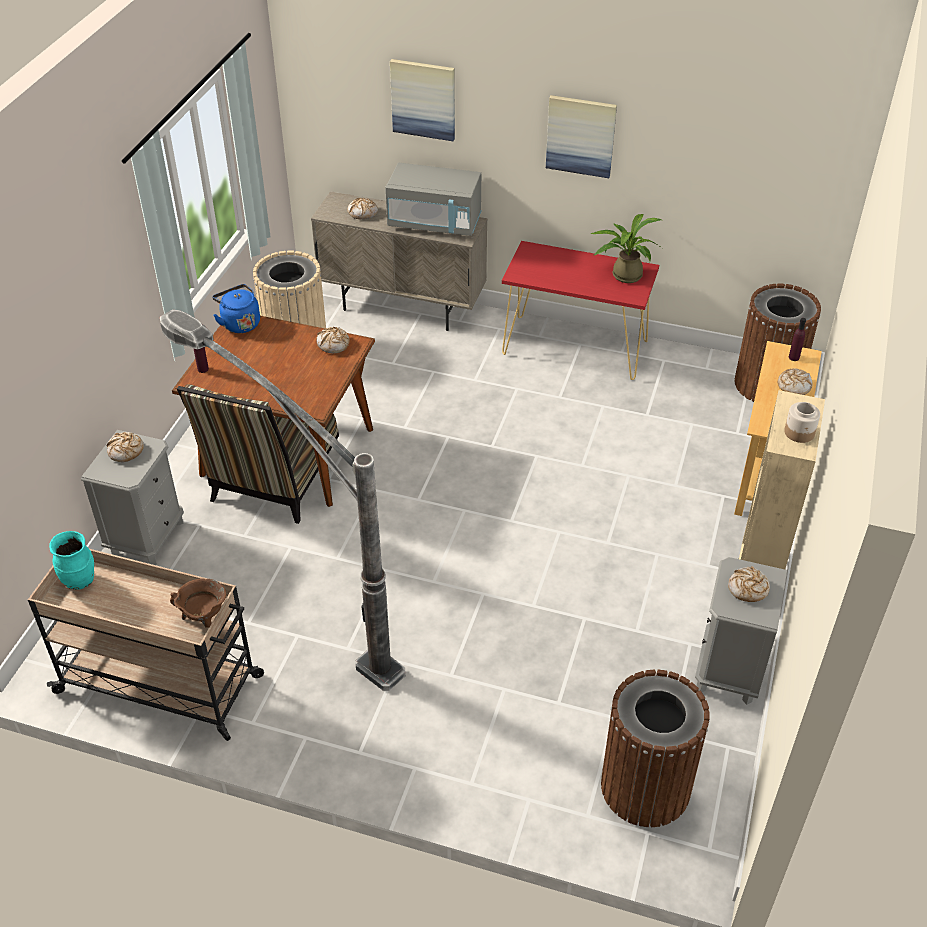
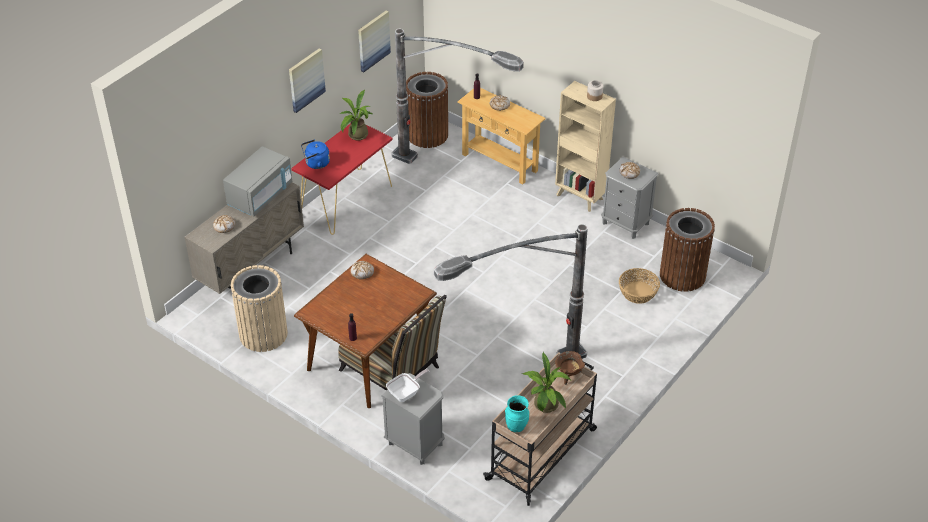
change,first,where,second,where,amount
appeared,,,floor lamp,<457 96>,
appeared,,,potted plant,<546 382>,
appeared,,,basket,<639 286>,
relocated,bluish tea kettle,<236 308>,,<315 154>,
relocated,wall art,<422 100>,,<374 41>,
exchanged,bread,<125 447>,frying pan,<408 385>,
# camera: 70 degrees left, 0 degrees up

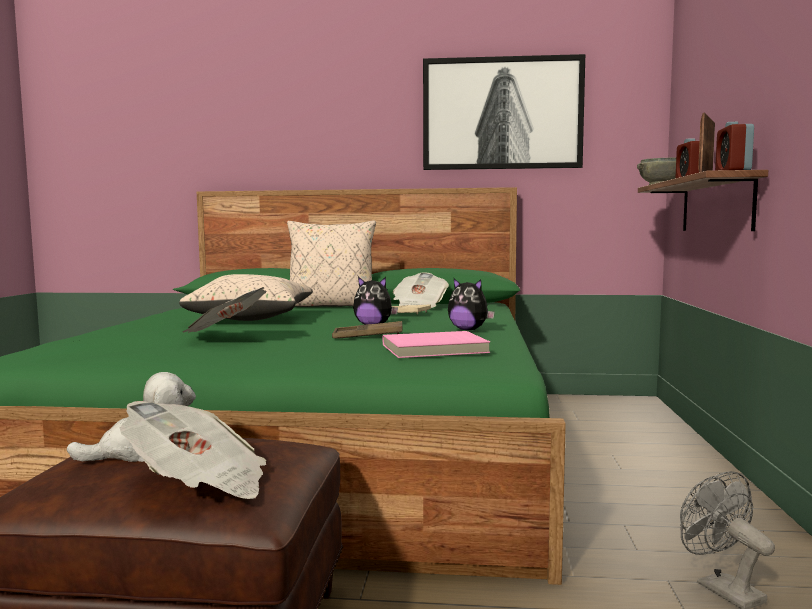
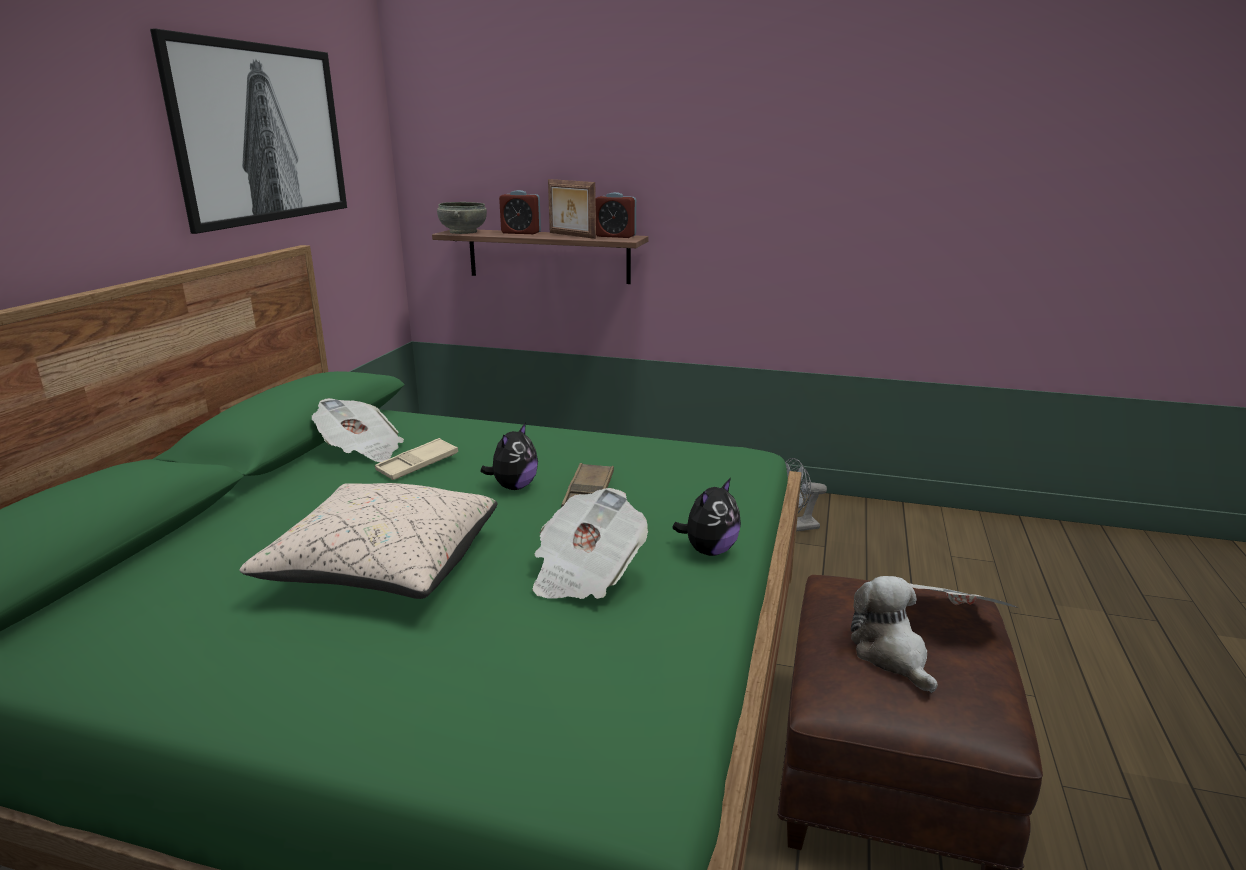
change,first,where,second,where,amount
missing,sand-coloured throw pillow,<331 264>,,,
missing,pink book,<436 344>,,,
relocated,soft toy,<471 305>,,<706 517>,
# camera: 80 degrees left, 15 degrees up

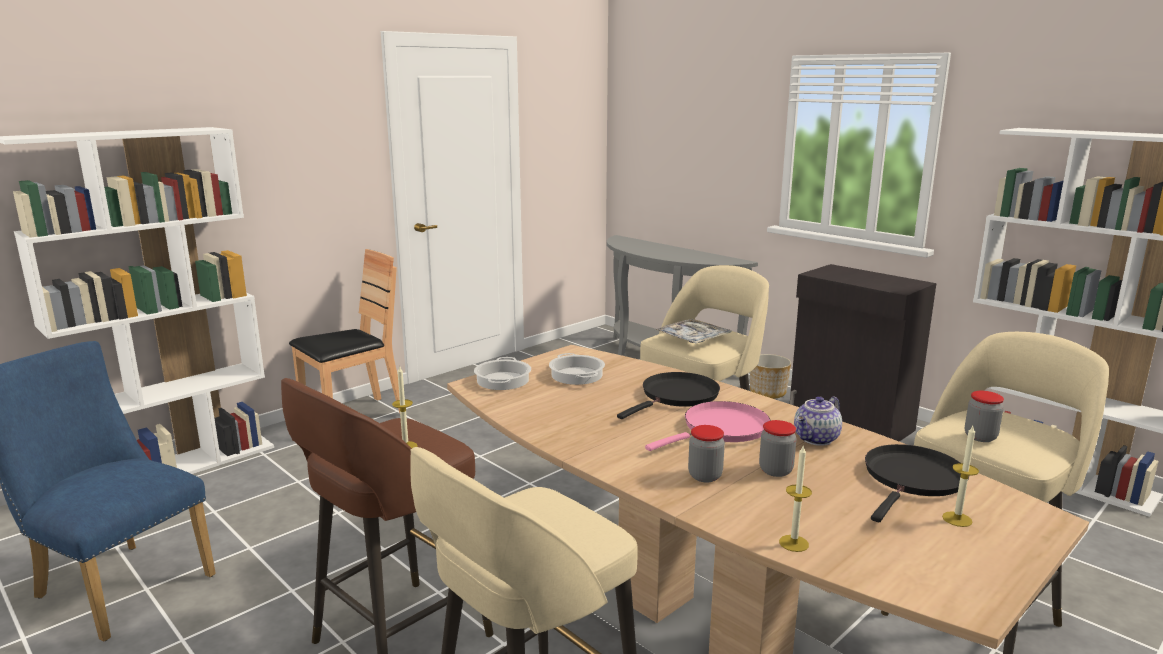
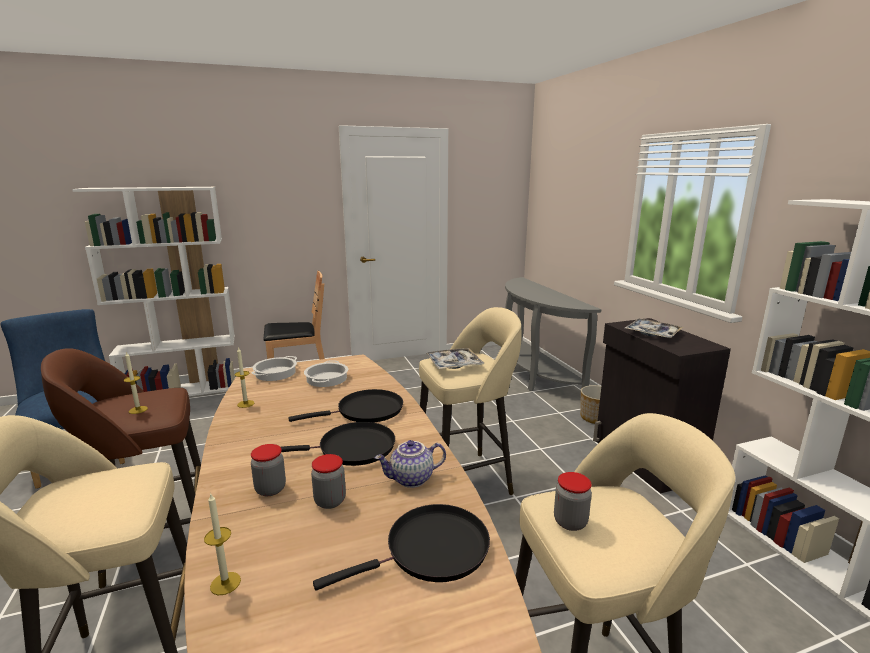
change,first,where,second,where,amount
appeared,,,serving tray,<654 328>,
relocated,wax light,<960 476>,,<244 377>,
colour,pink frying pan,<708 426>,blackish frying pan,<338 444>,
# camera: 25 degrees right, 0 degrees up

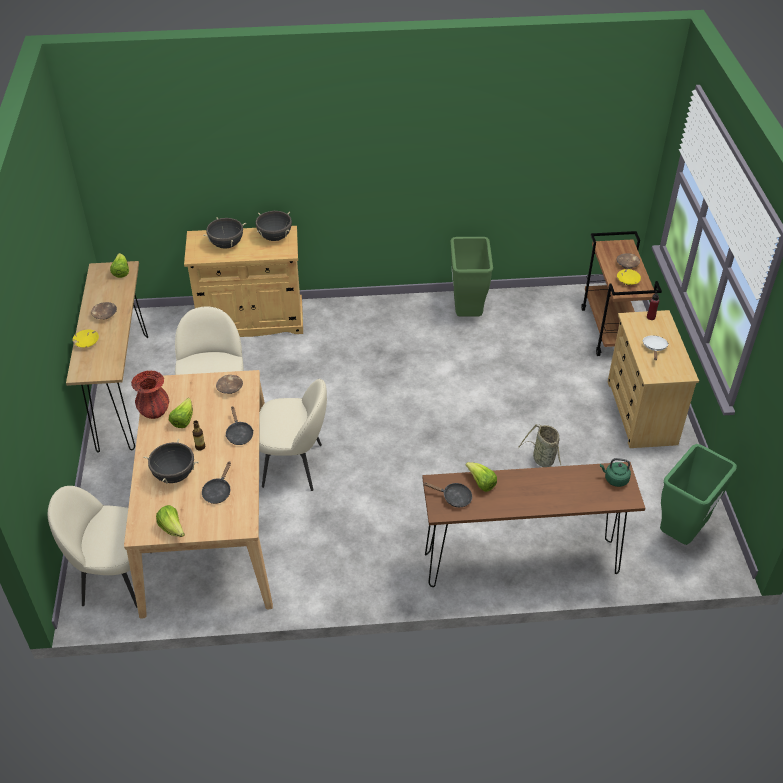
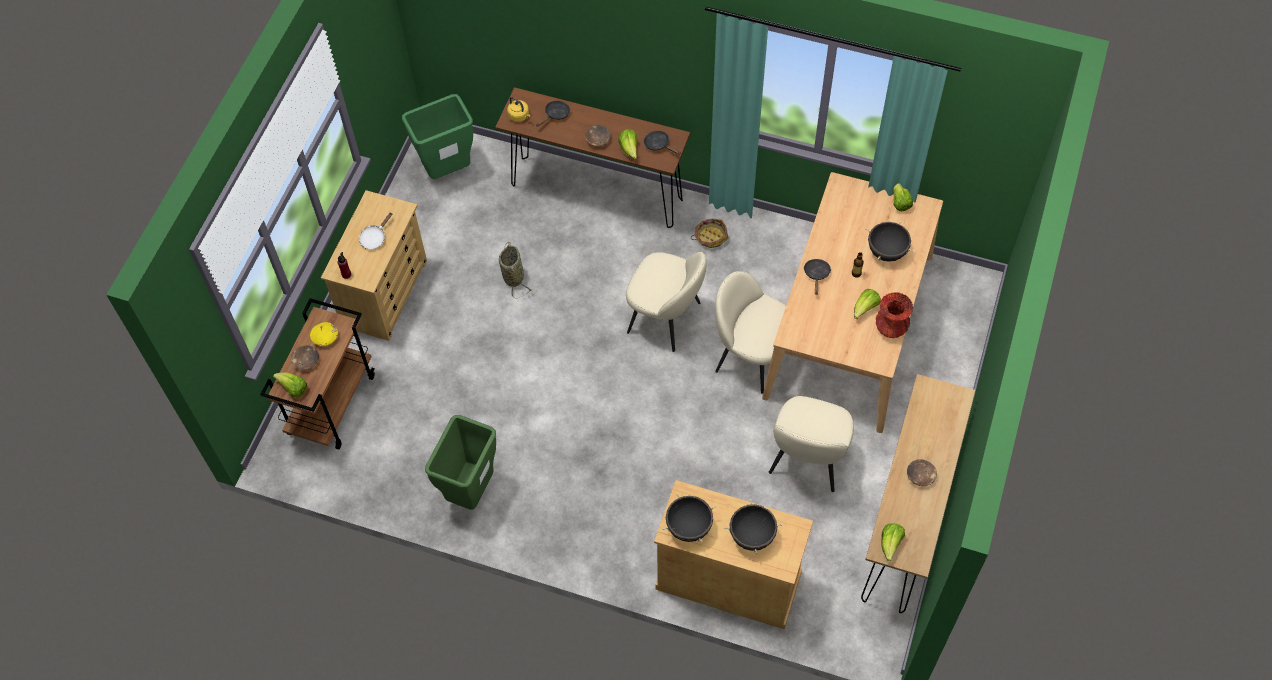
change,first,where,second,where,amount
missing,yellow-coloured bowl,<85 338>,,,
appeared,,,lettuce,<290 384>,
appeared,,,basket,<709 233>,
relocated,sand-coloured chair,<92 547>,,<666 302>,
relocated,blackish frying pan,<216 482>,,<553 114>,
relocated,brownish bowl,<229 384>,,<598 135>,
colour,green-coloured tea kettle,<615 472>,yellow-coloured tea kettle,<518 109>,
# camera: 155 degrees left, 15 degrees up

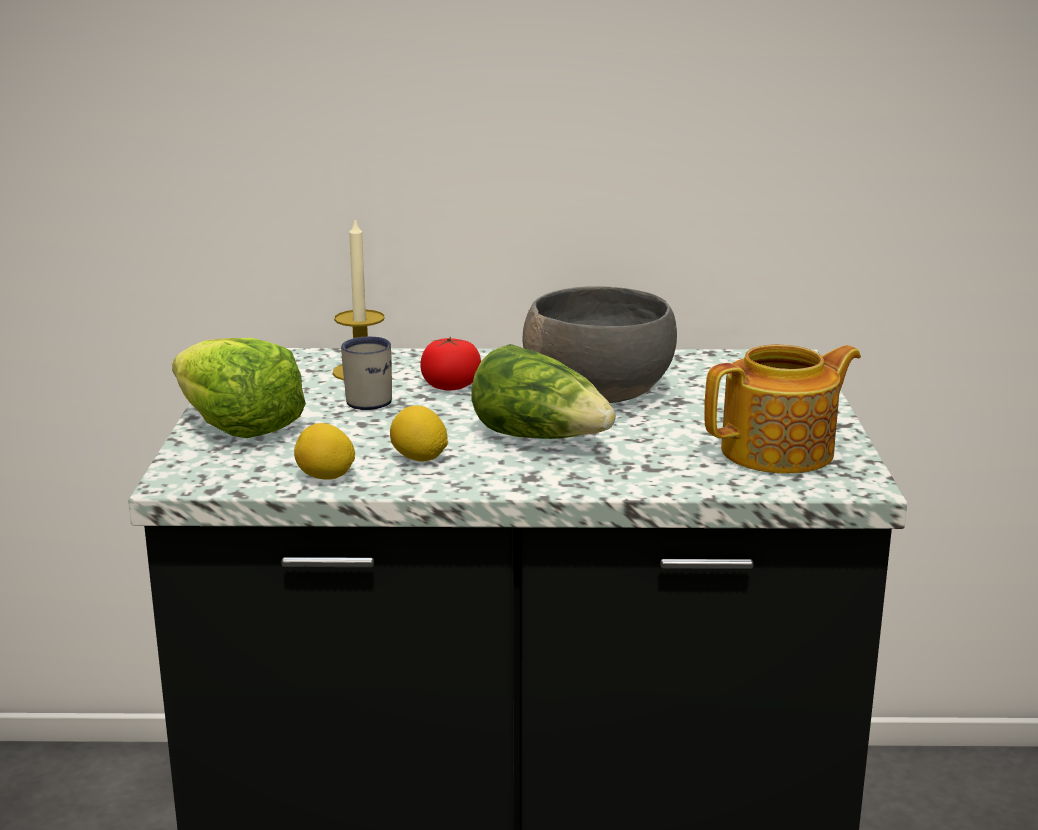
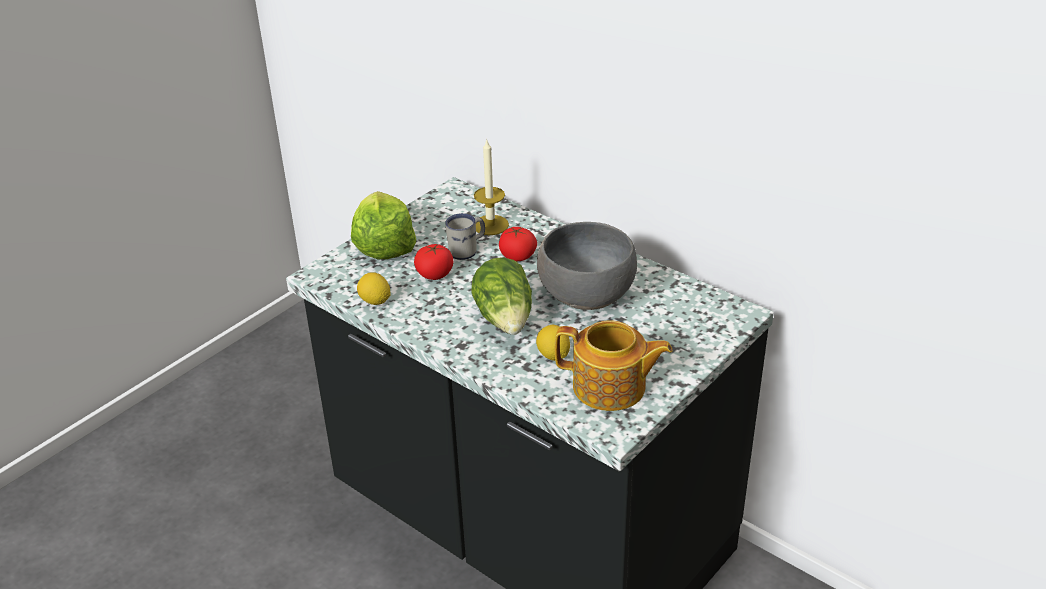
change,first,where,second,where,amount
appeared,,,tomato,<433 261>,
relocated,citrus fruit,<419 433>,,<553 343>,
# camera: 40 degrees right, 15 degrees up

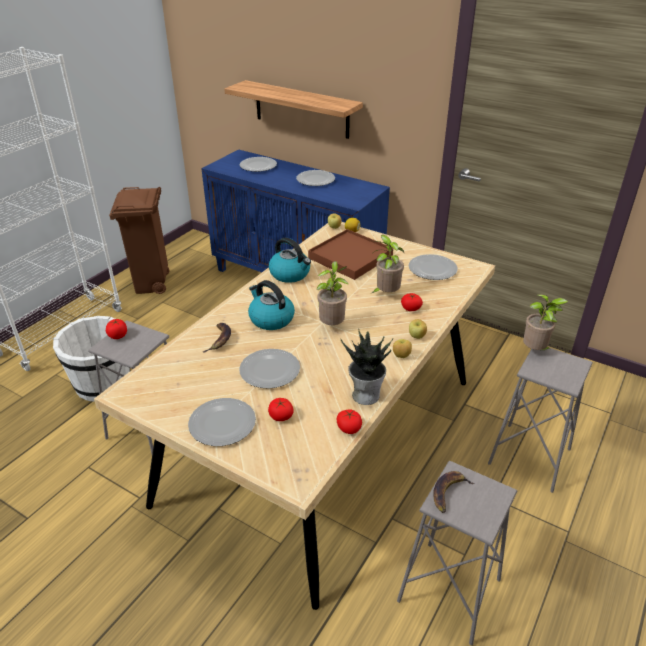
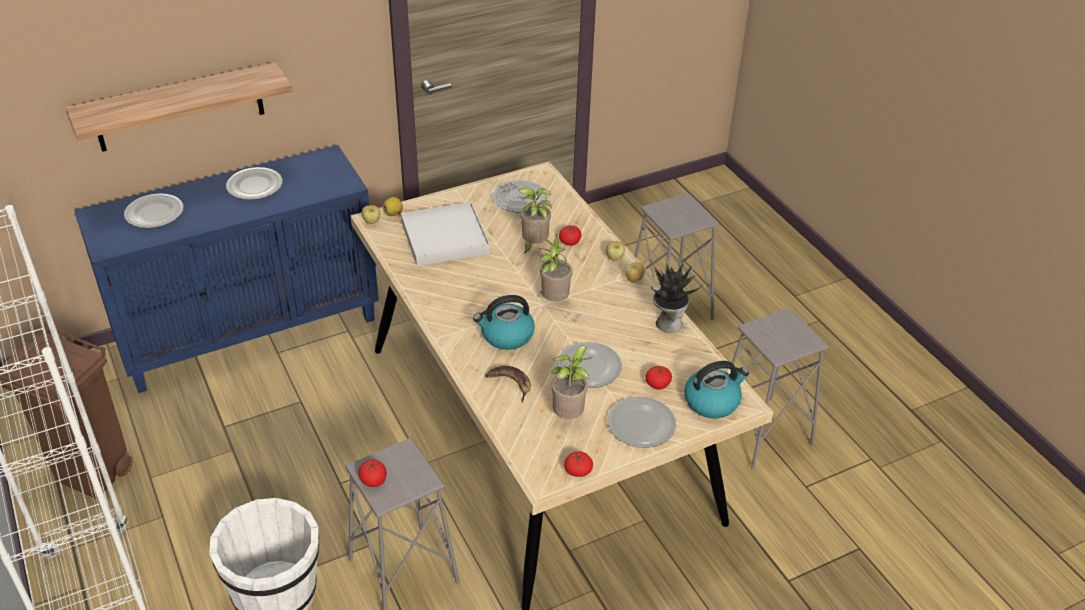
change,first,where,second,where,amount
missing,banana fruit,<453 492>,,,
relocated,tea kettle,<290 260>,,<716 390>,
relocated,tomato,<349 421>,,<578 464>,
relocated,potted plant,<545 322>,,<571 382>,
colour,brownish serving tray,<350 254>,white serving tray,<445 234>,
# camera: 60 degrees left, 5 degrees up

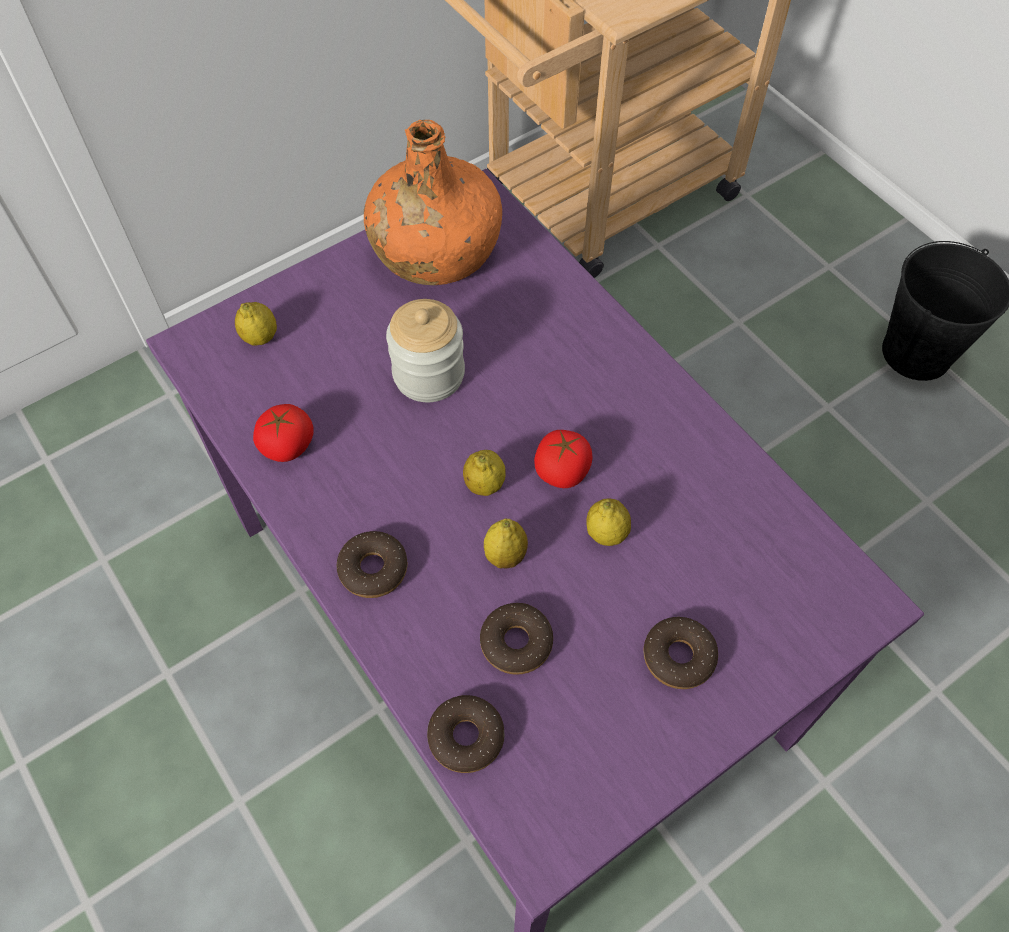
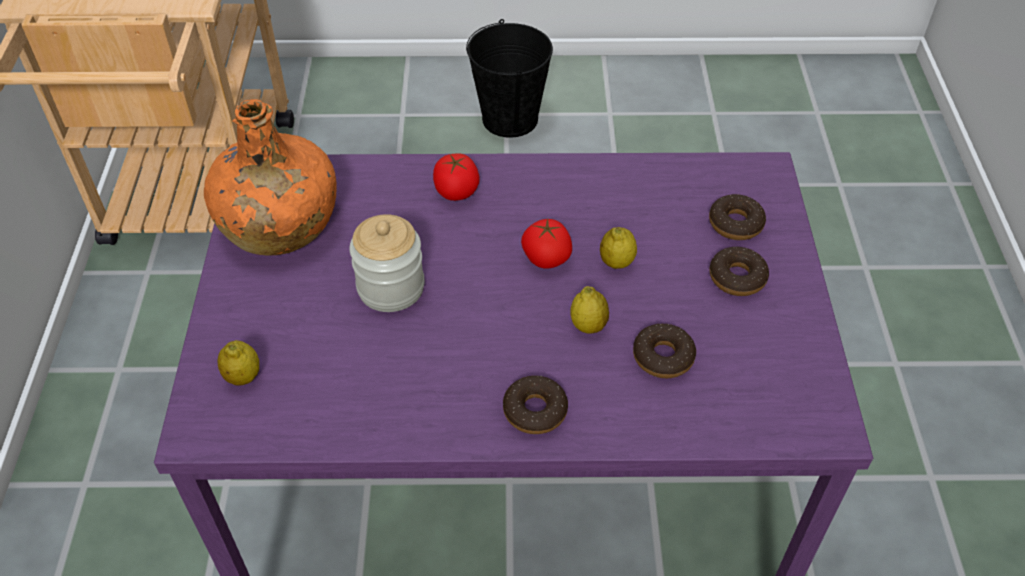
change,first,where,second,where,amount
missing,citrus fruit,<484 473>,,,
relocated,tomato,<283 433>,,<456 177>,
relocated,doughnut,<465 734>,,<737 217>,
# camera: 55 degrees left, 10 degrees down

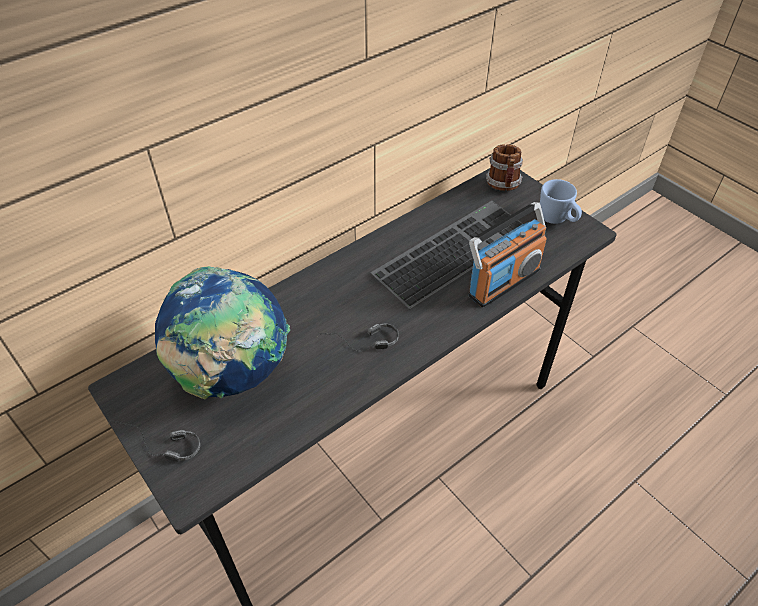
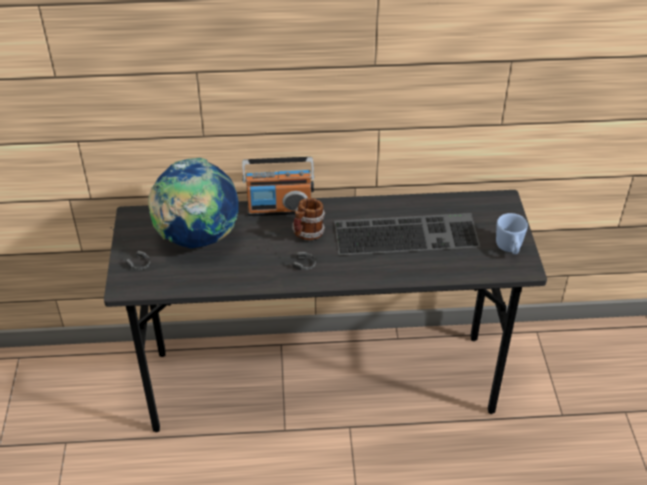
change,first,where,second,where,amount
relocated,radio,<507 254>,,<278 186>,
relocated,mug,<504 167>,,<308 219>,
# camera: 35 degrees right, 5 degrees down

